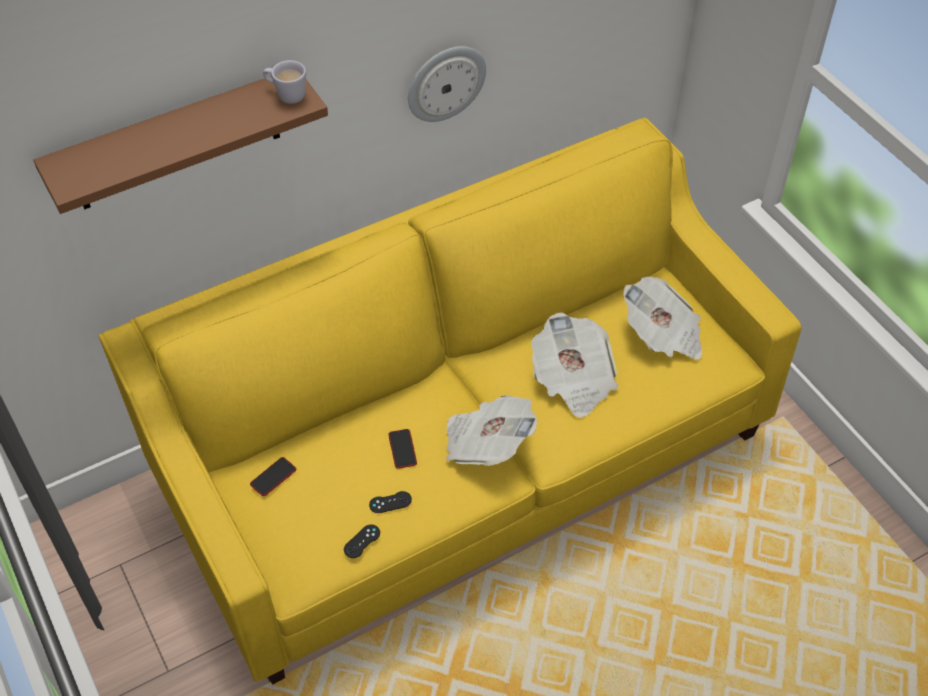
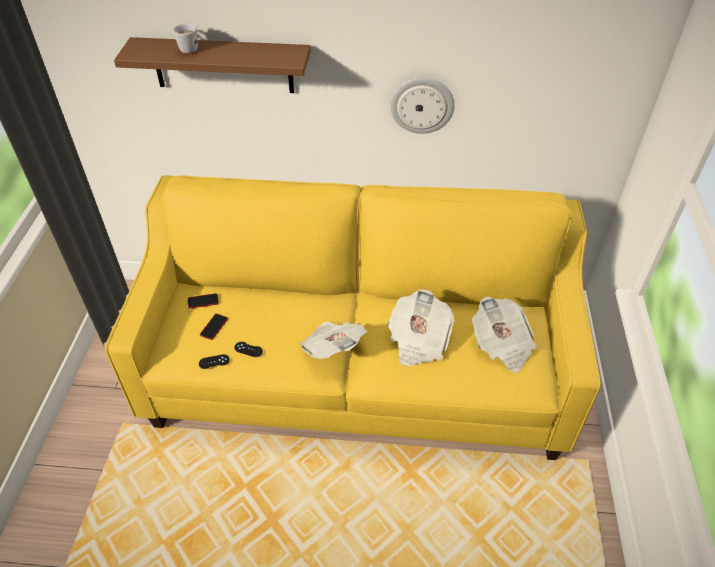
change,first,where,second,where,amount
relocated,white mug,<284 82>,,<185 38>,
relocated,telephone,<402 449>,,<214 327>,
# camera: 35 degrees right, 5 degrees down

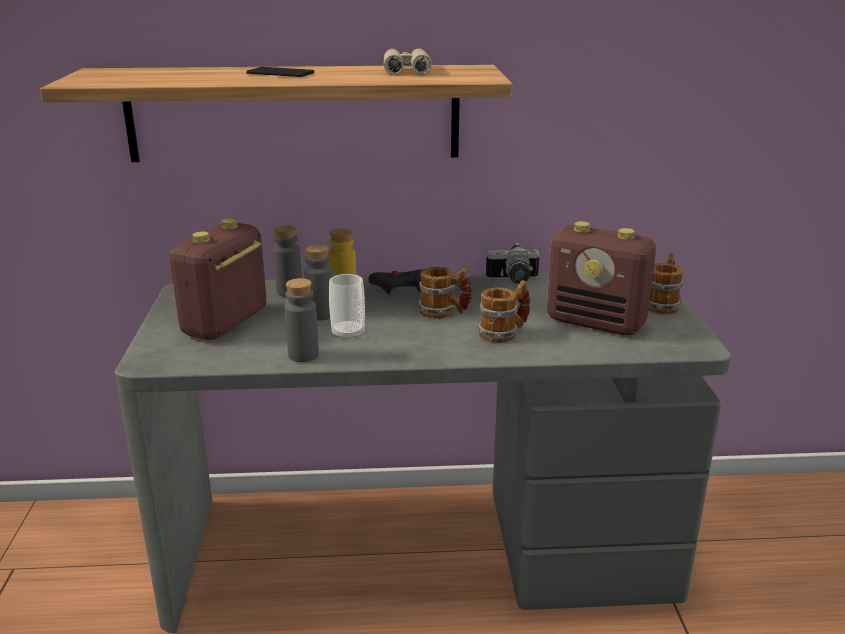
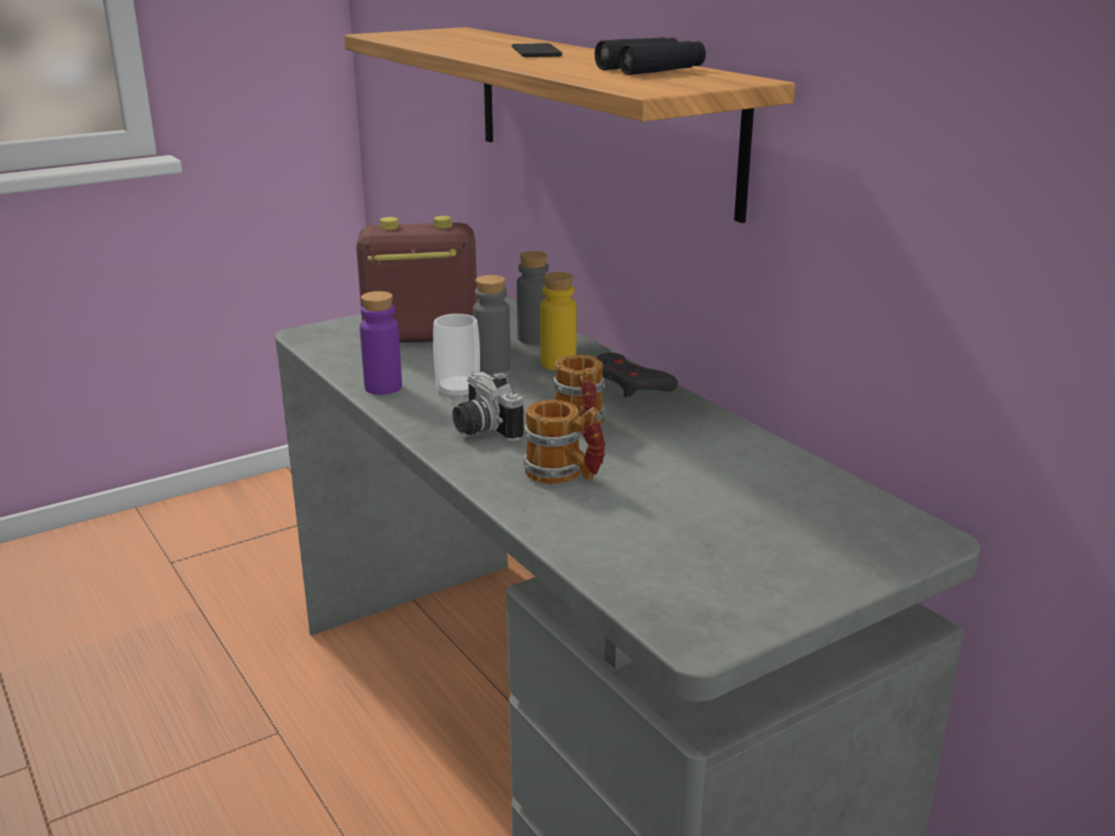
change,first,where,second,where,amount
missing,radio,<601 278>,,,
missing,mug,<665 283>,,,
relocated,photo camera,<513 263>,,<488 406>,
colour,gray bottle,<302 320>,purple bottle,<381 343>,
colour,sand-coloured field glasses,<408 61>,blackish field glasses,<650 56>,
# camera: 60 degrees right, 0 degrees up

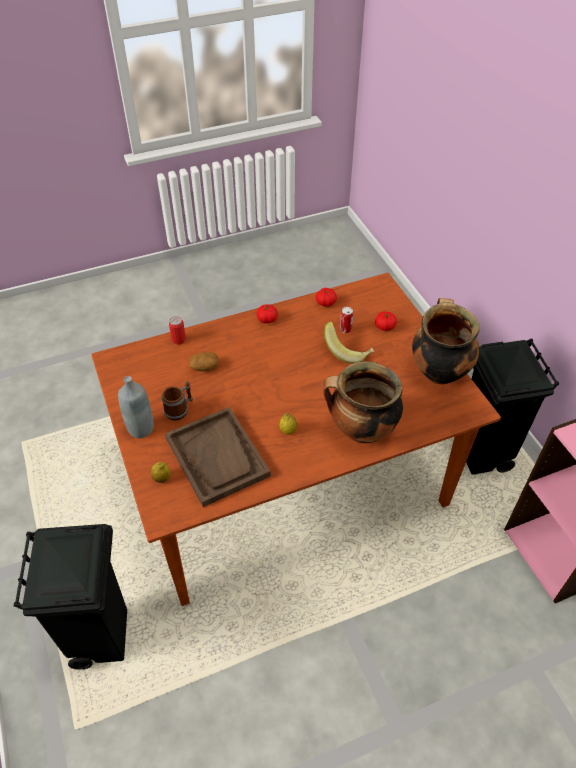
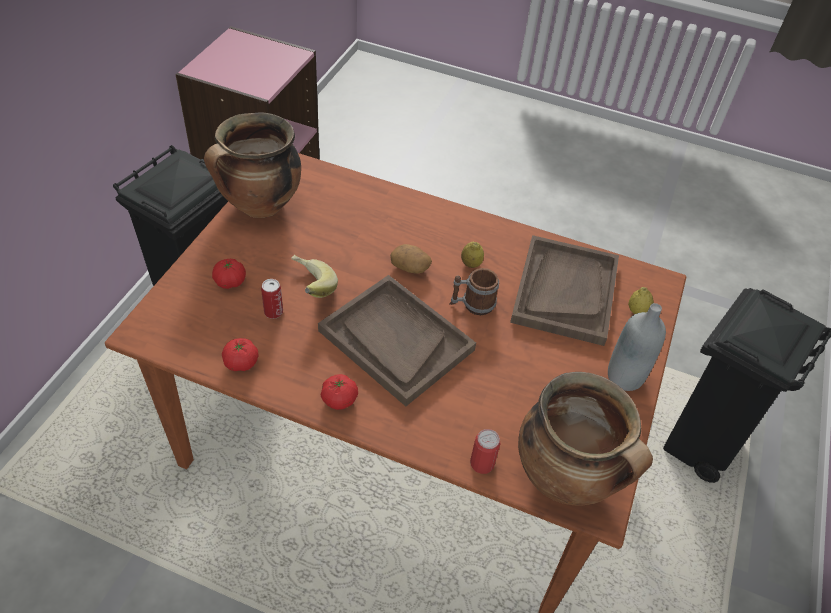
change,first,where,second,where,amount
appeared,,,brownish serving tray,<397 340>,
relocated,mug,<177 401>,,<474 291>,
relocated,whole potato,<204 362>,,<411 259>,
relocated,stockpot,<363 402>,,<585 438>,
# camera: 140 degrees left, 0 degrees up

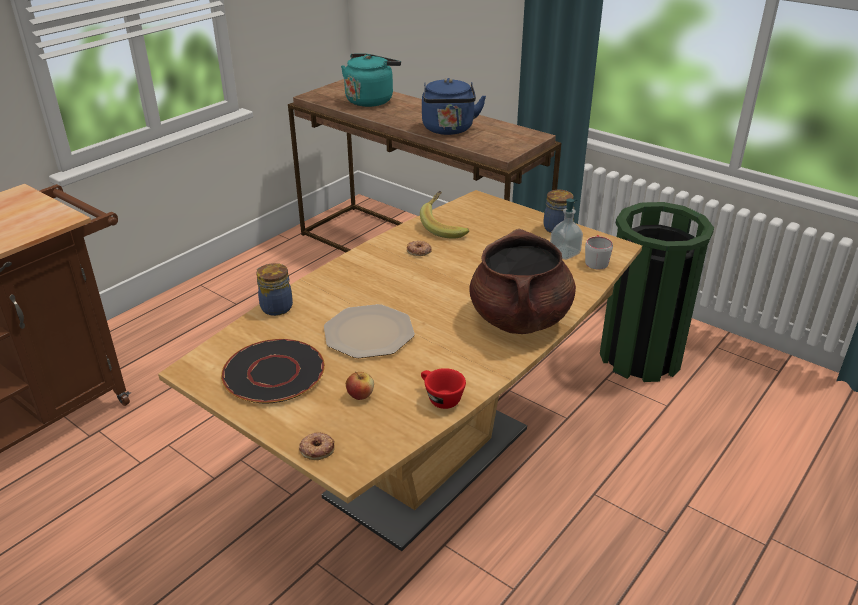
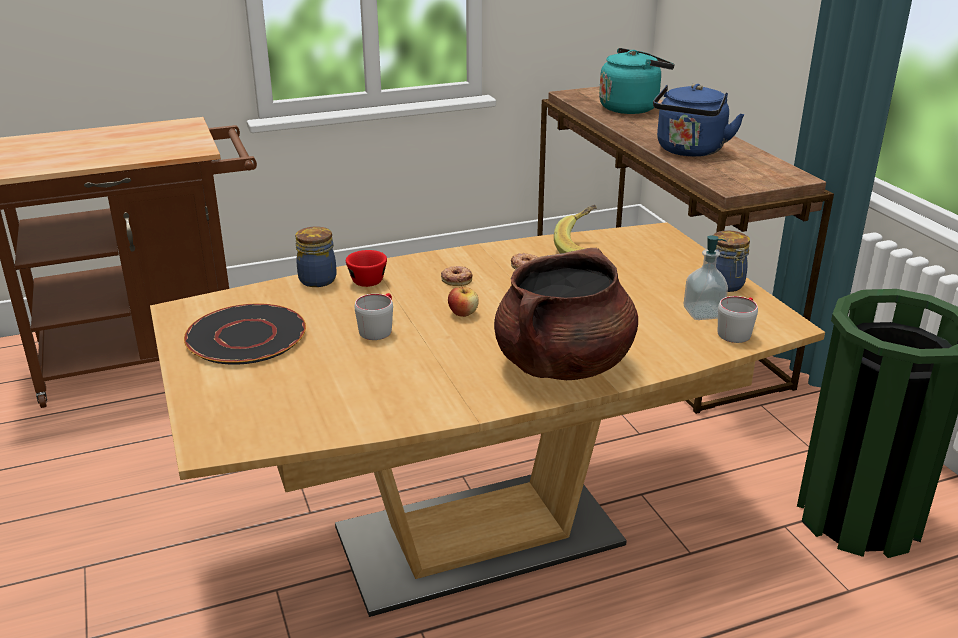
change,first,where,second,where,amount
relocated,doughnut,<317 446>,,<457 276>,
relocated,whole apple,<360 386>,,<463 300>,
relocated,reddish small cup,<443 388>,,<366 268>,
exchanged,plate,<369 331>,gray mug,<374 316>,
# camera: 30 degrees right, 5 degrees down

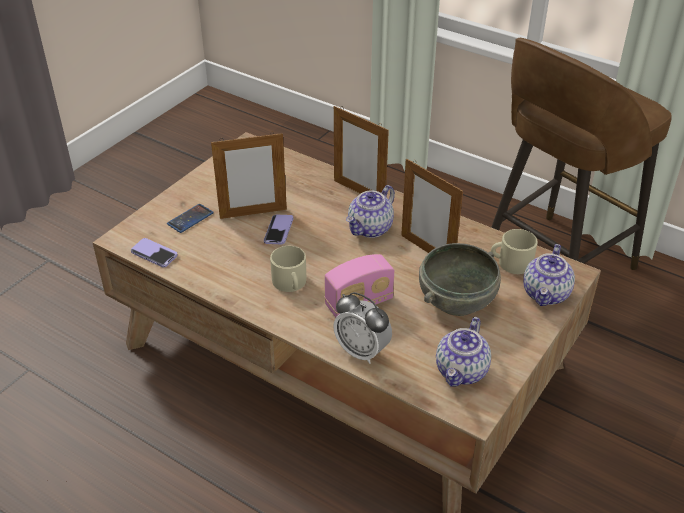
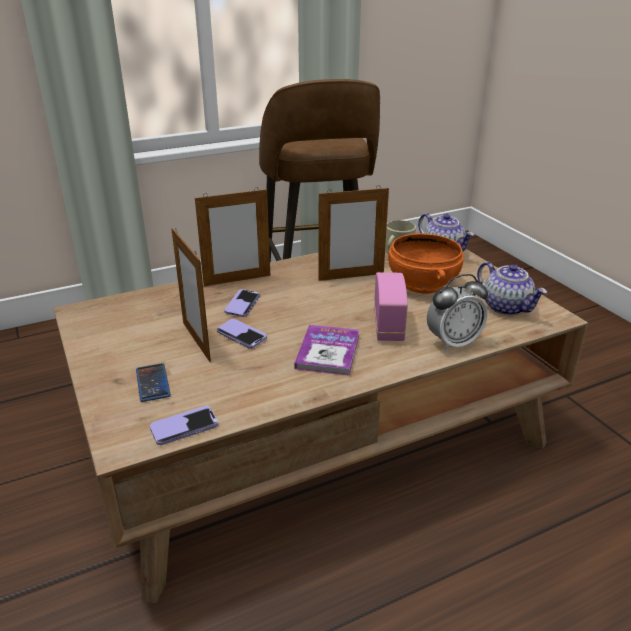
change,first,where,second,where,amount
missing,tea pot,<370 211>,,,
appeared,,,telephone,<242 303>,
exchanged,sand-coloured mug,<288 269>,book,<326 350>,
colour,gray bowl,<460 279>,orangey bowl,<426 263>,
spun,standing frame,<249 175>,,<191 295>,135 degrees clockwise
# camera: 60 degrees left, 10 degrees down

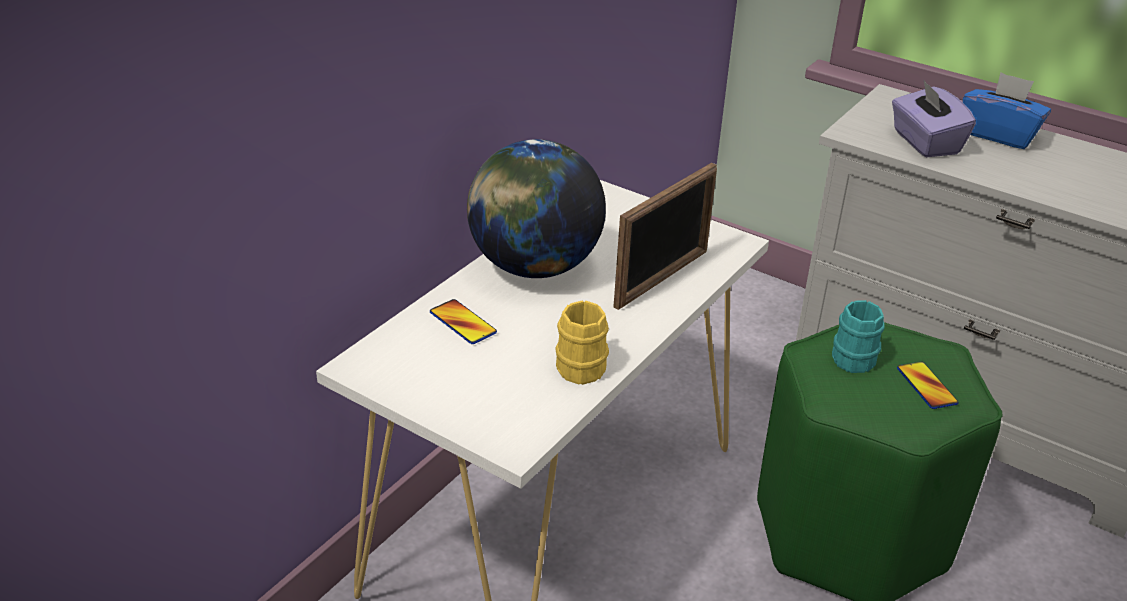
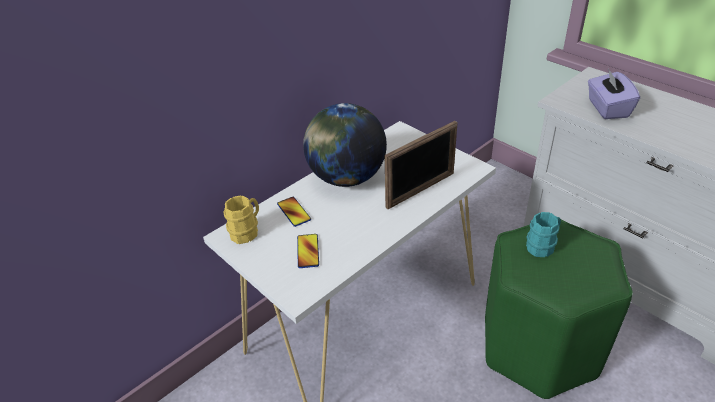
change,first,where,second,where,amount
missing,bluish box of tissues,<1007 110>,,,
relocated,yellow-coloured mug,<582 343>,,<241 219>,
relocated,telephone,<928 385>,,<308 251>,
# camera: 15 degrees right, 5 degrees up

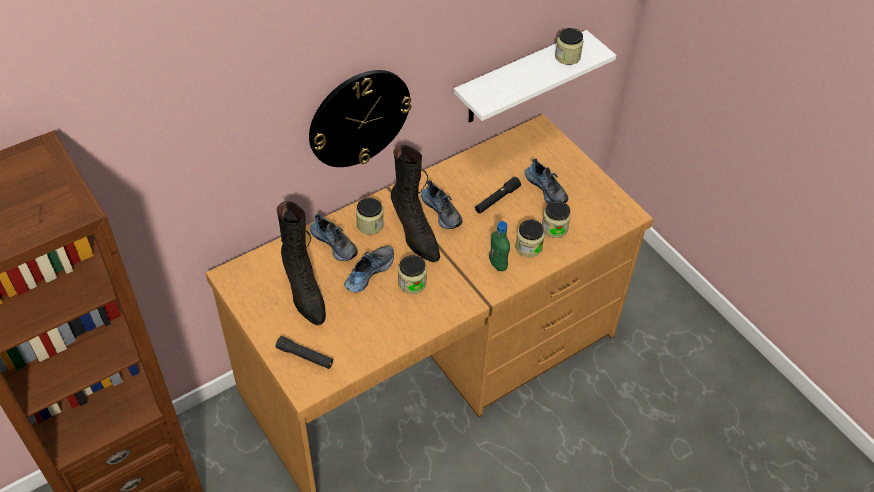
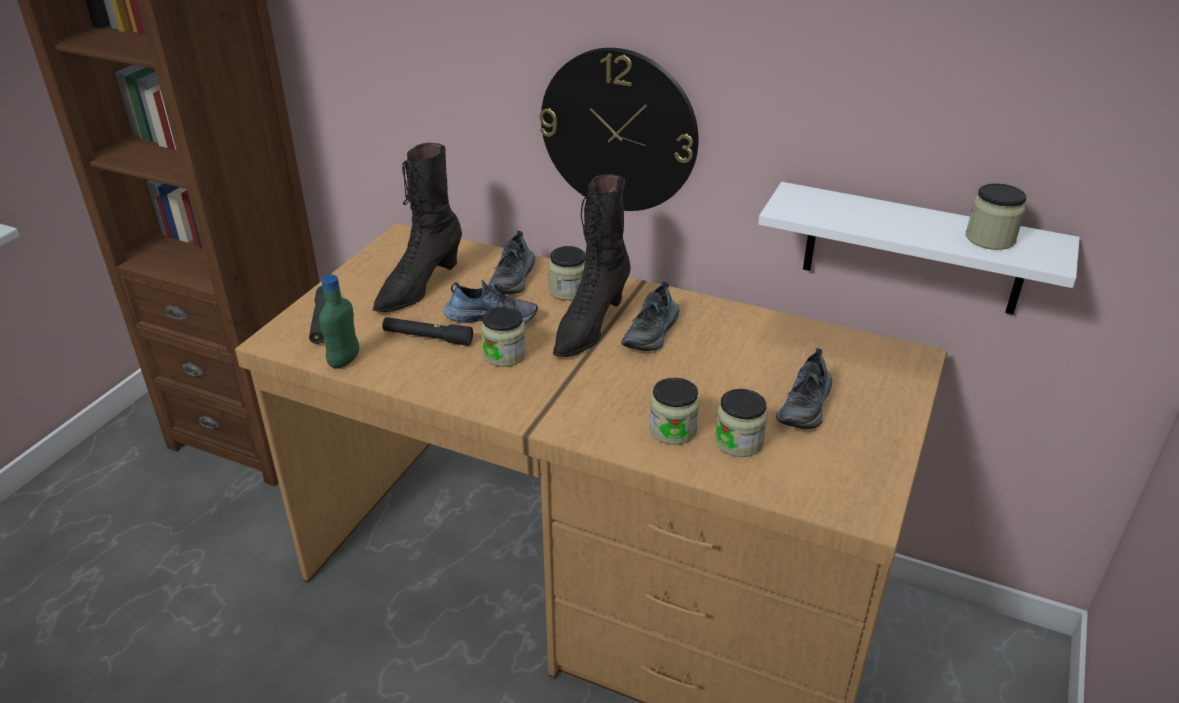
change,first,where,second,where,amount
relocated,blackish torch,<498 195>,,<427 331>,
relocated,green-coloured bottle,<499 246>,,<339 321>,
# camera: 60 degrees right, 15 degrees down

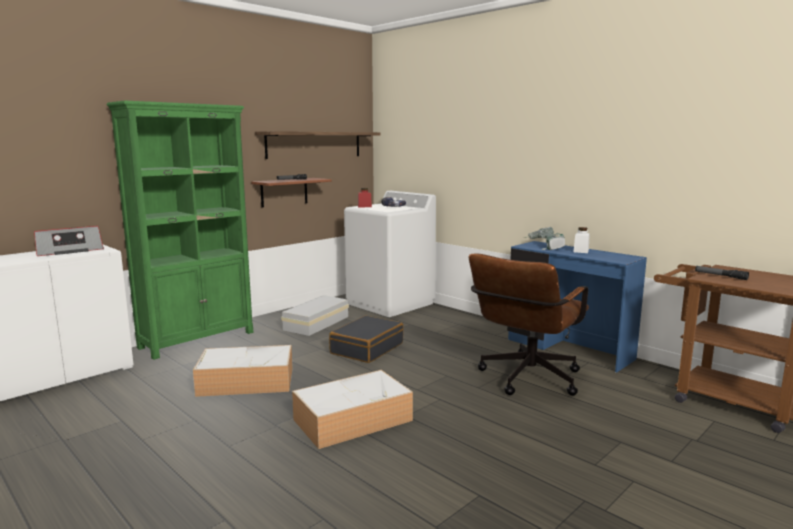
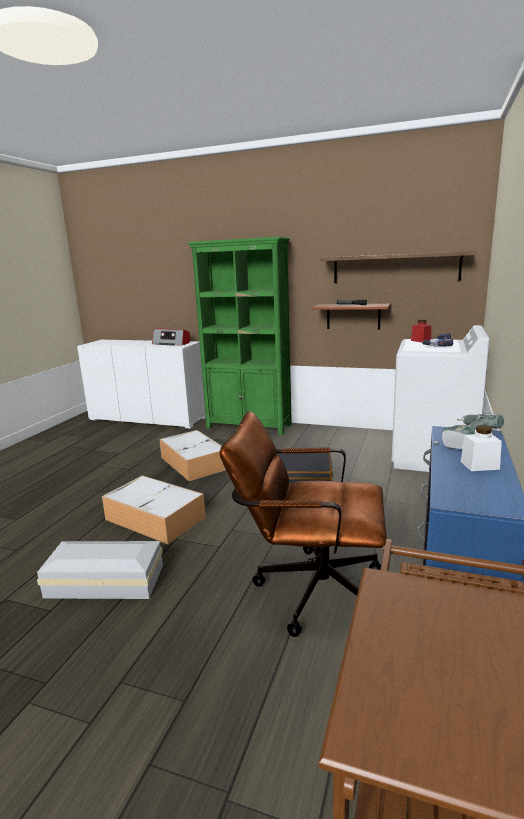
change,first,where,second,where,amount
missing,torch,<722 273>,,,
relocated,white storage box,<315 315>,,<100 570>,
# camera: 65 degrees right, 5 degrees up

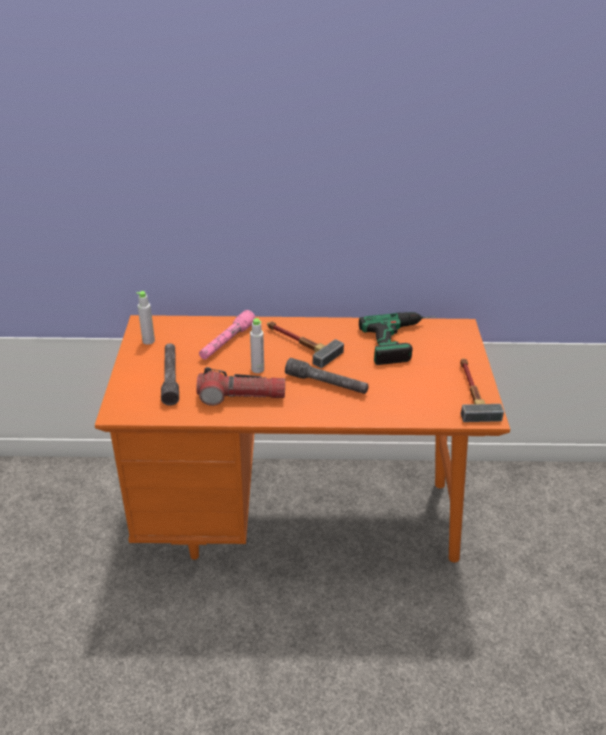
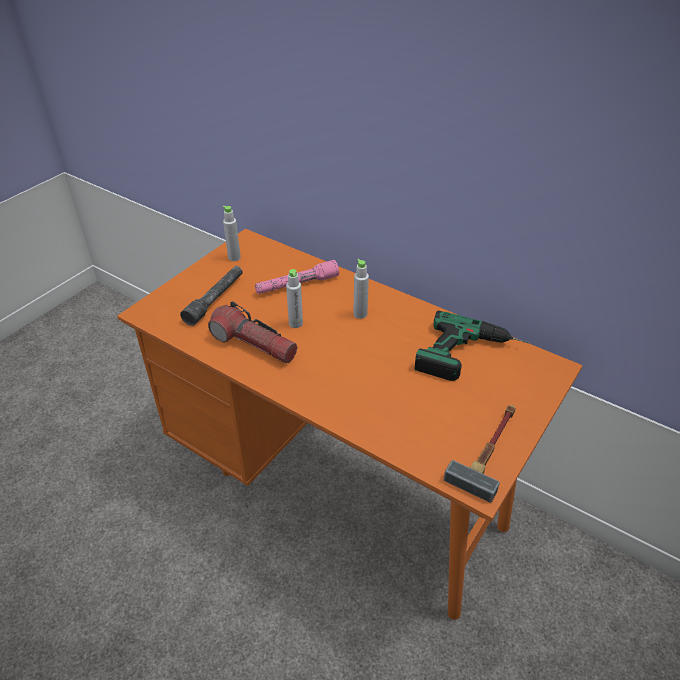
change,first,where,second,where,amount
missing,gray torch,<327 376>,,,
exchanged,hand hammer,<305 344>,gray bottle,<361 289>,
# camera: 35 degrees right, 5 degrees up

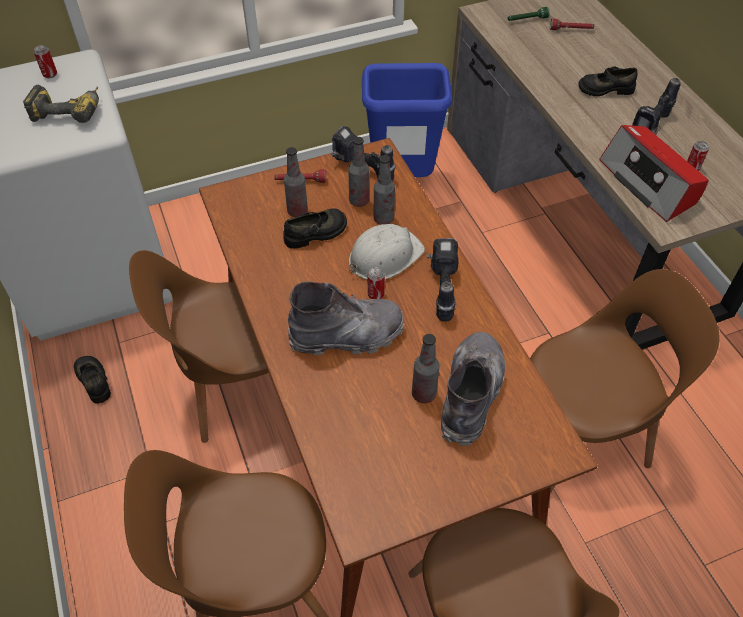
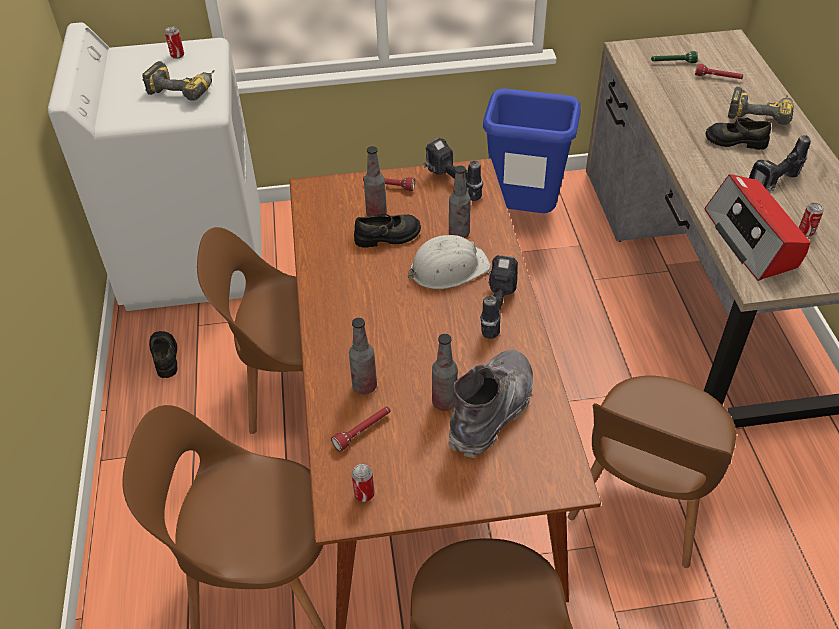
change,first,where,second,where,amount
missing,gray high-top boot,<346 318>,,,
appeared,,,reddish torch,<361 429>,
appeared,,,power drill,<761 106>,
relocated,bottle,<359 172>,,<363 356>,
relocated,can,<376 283>,,<363 483>,
spun,brownish chair,<624 381>,,<652 472>,120 degrees clockwise
# camera: 15 degrees right, 5 degrees down

